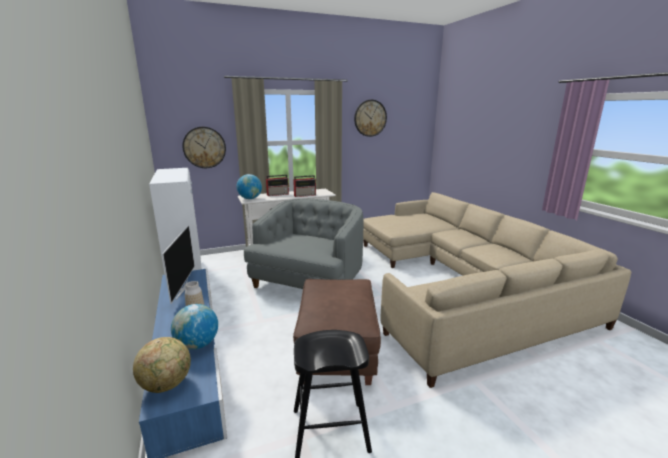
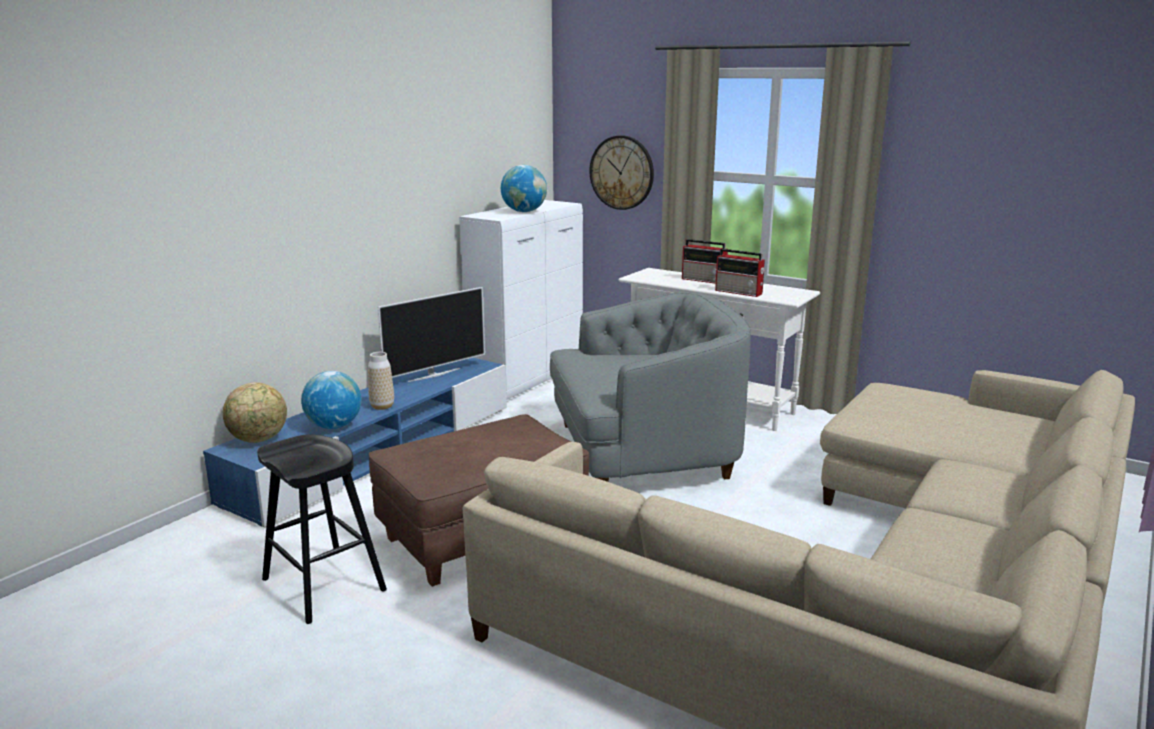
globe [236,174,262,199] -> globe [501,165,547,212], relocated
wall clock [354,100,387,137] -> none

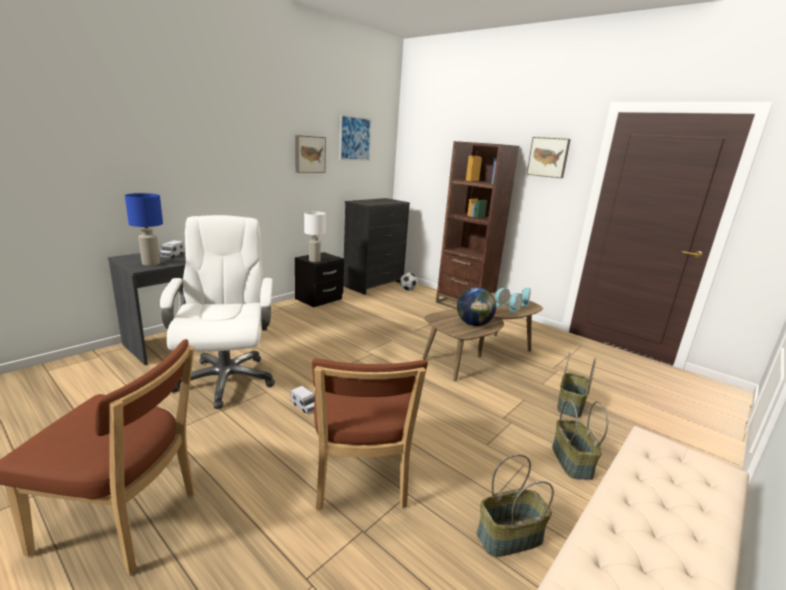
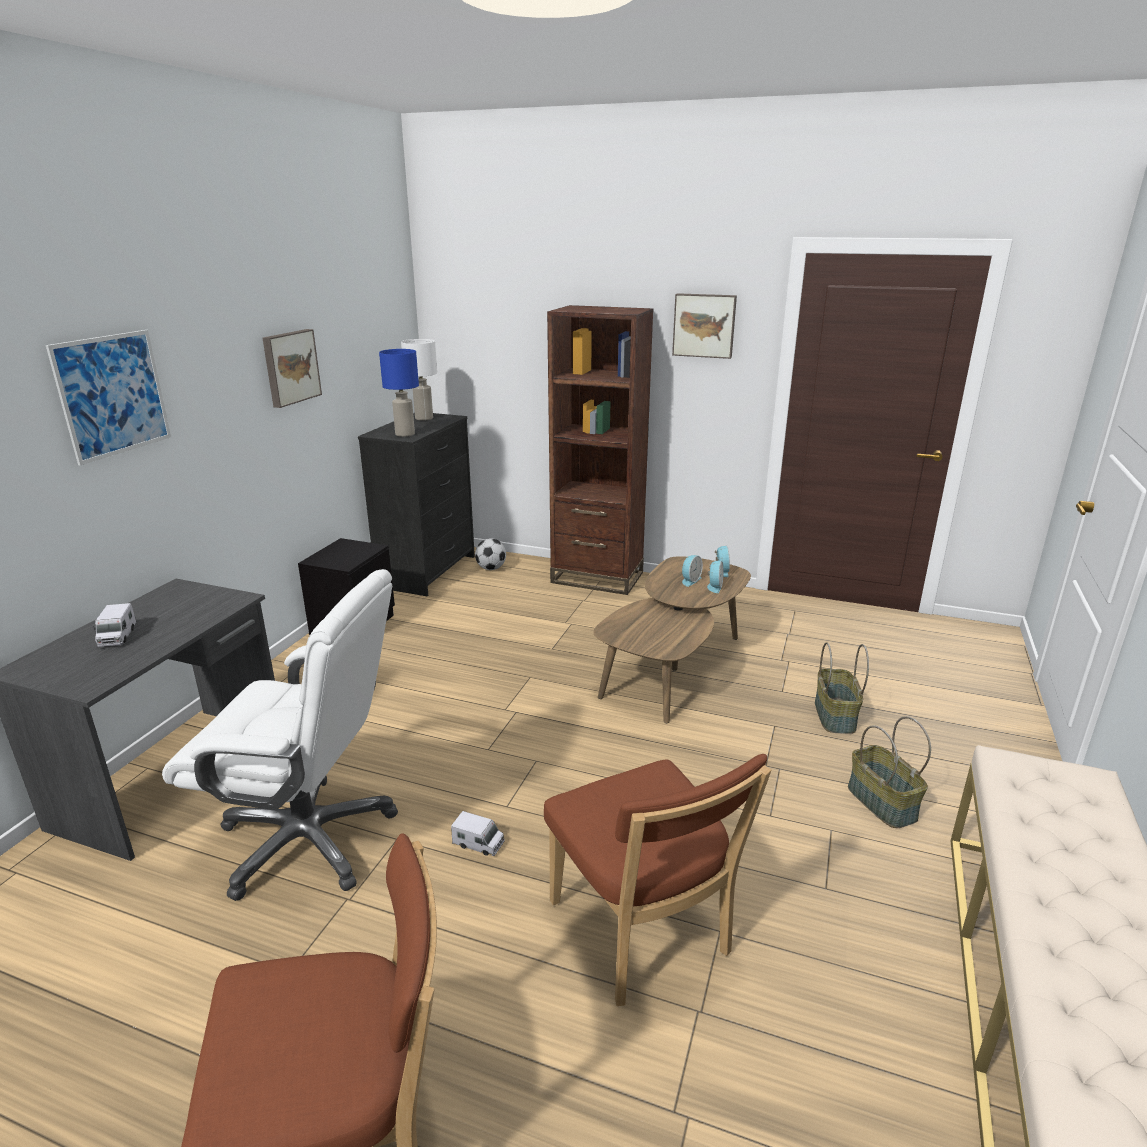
picture [340,115,372,161] -> picture [46,330,171,465], relocated
white office chair [160,215,275,409] -> white office chair [162,569,398,901], 135 degrees clockwise
blue table lamp [125,193,163,266] -> blue table lamp [379,349,419,437], relocated
white table lamp [304,211,326,262] -> white table lamp [401,339,437,421], relocated
globe [457,287,496,326] -> none
basket [477,454,554,557] -> none

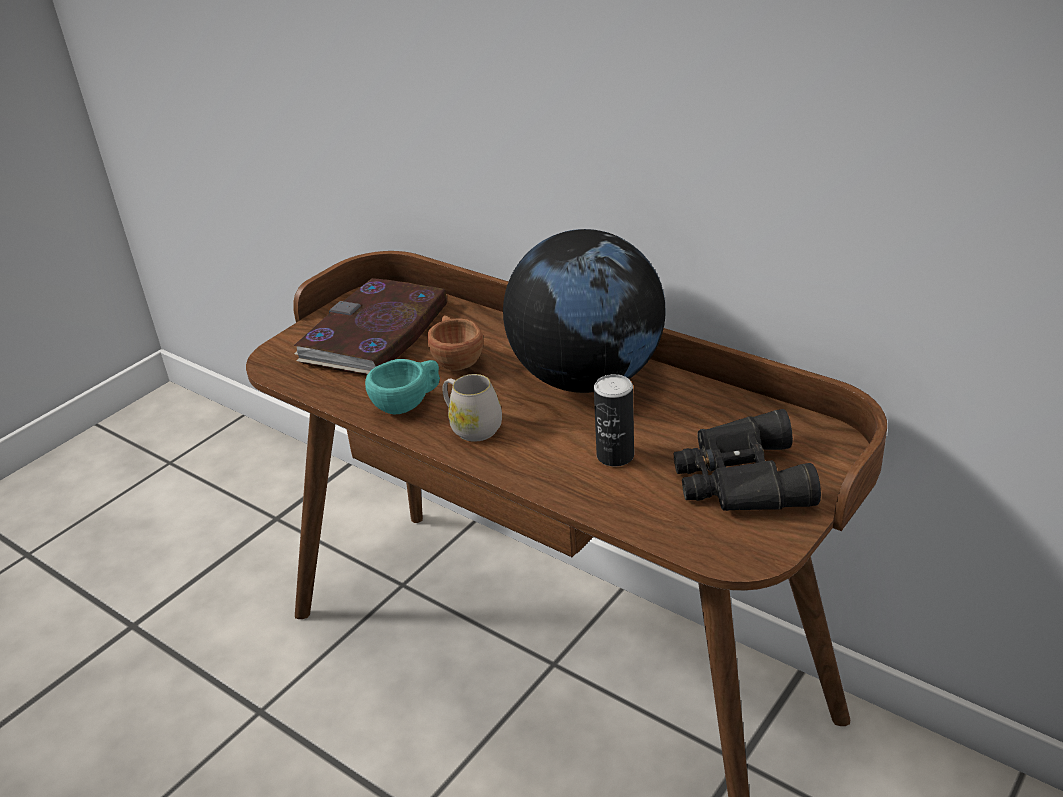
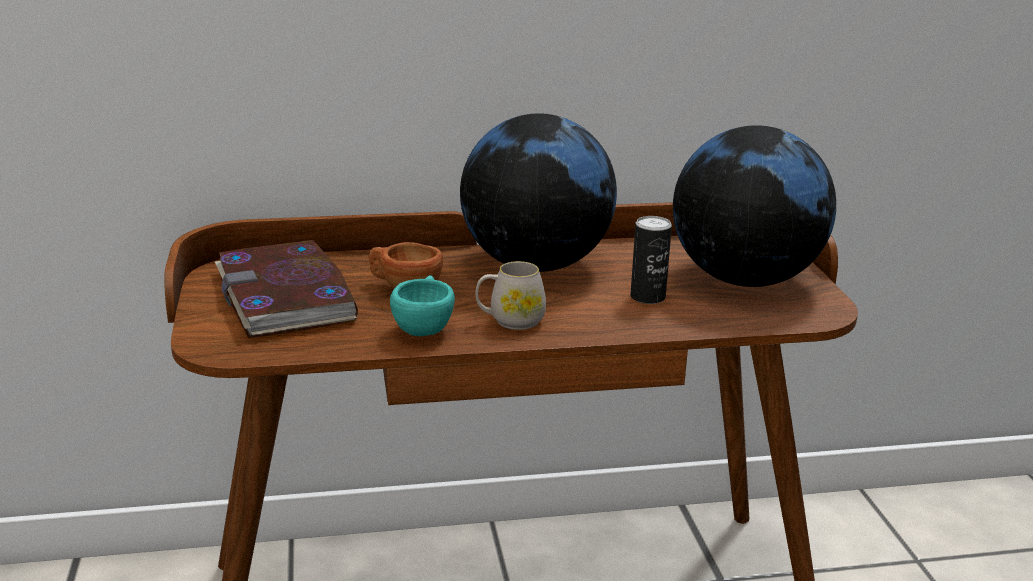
black binoculars [673,409,821,511] -> globe [673,125,836,287]

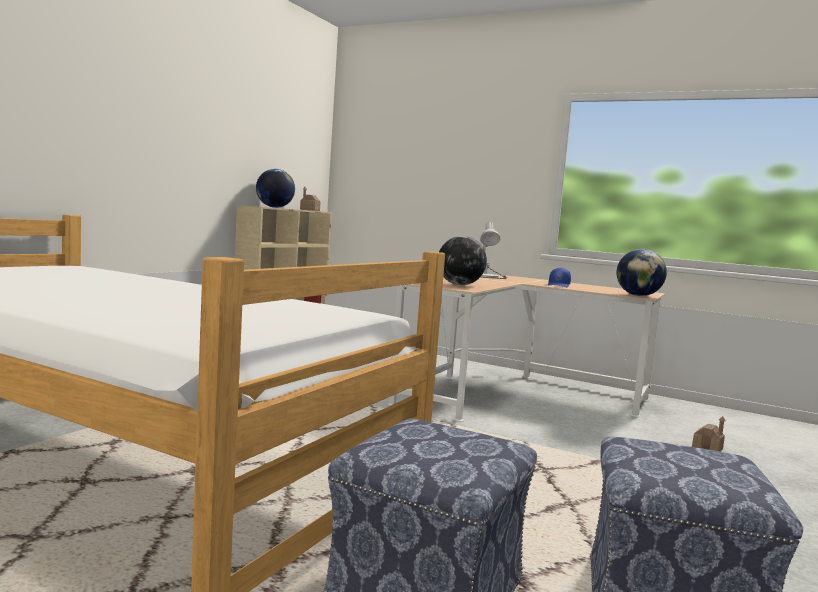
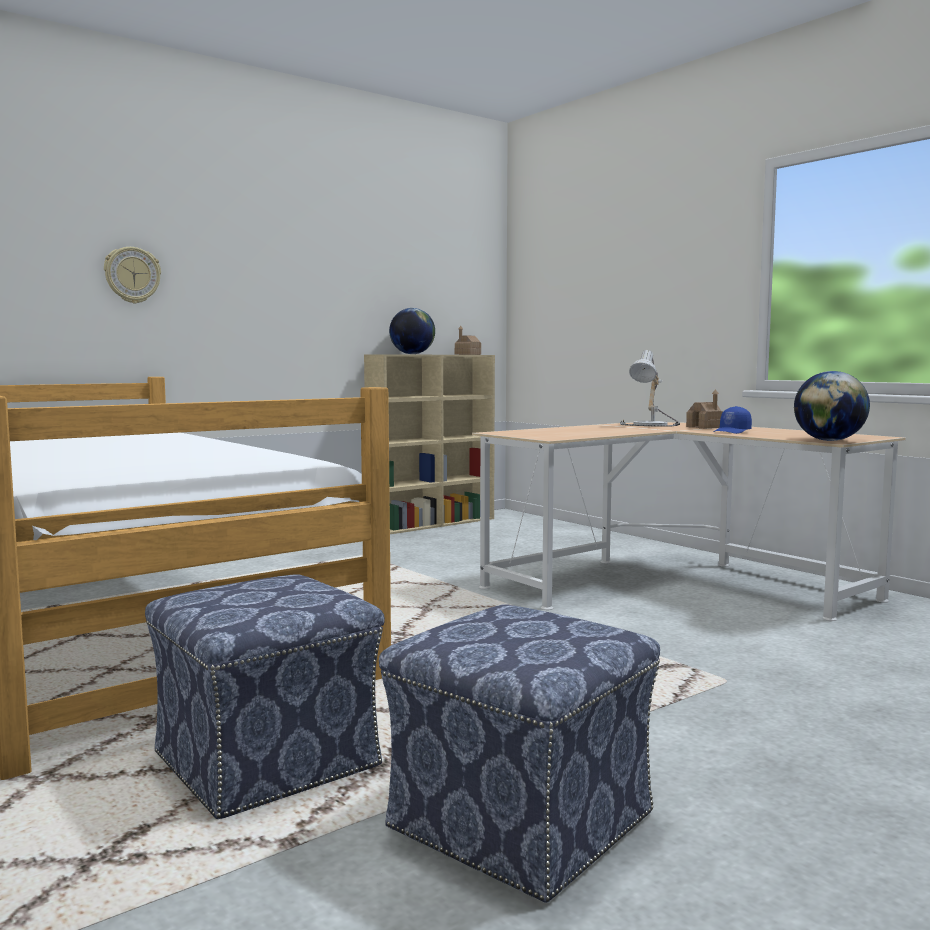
none -> wall clock [104,247,161,304]
toy house [692,416,726,452] -> toy house [686,389,723,429], relocated
globe [439,236,487,285] -> none

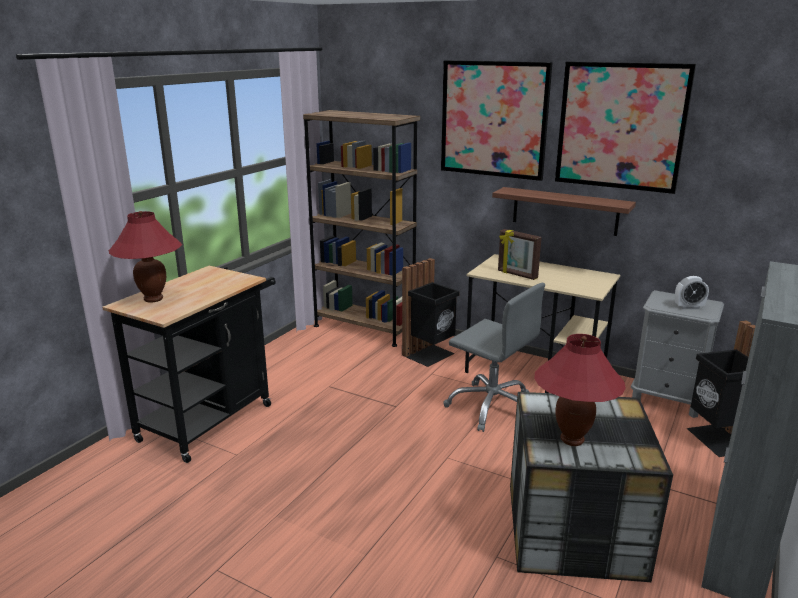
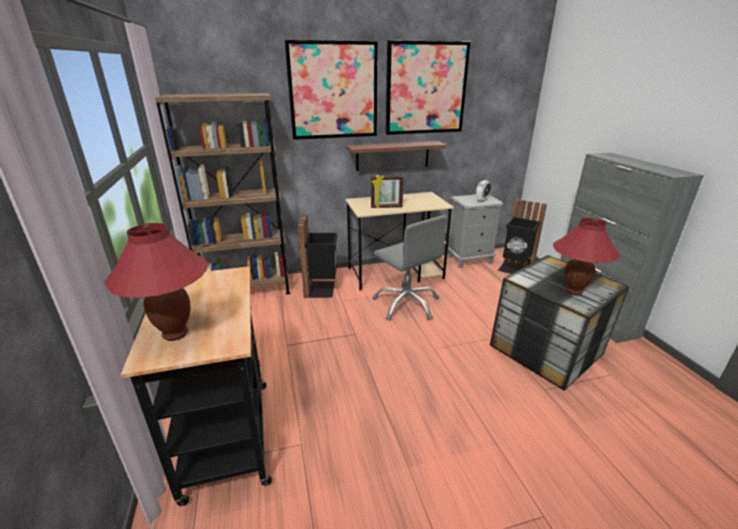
grey office chair [444,283,545,432] -> grey office chair [372,215,448,320], 60 degrees clockwise

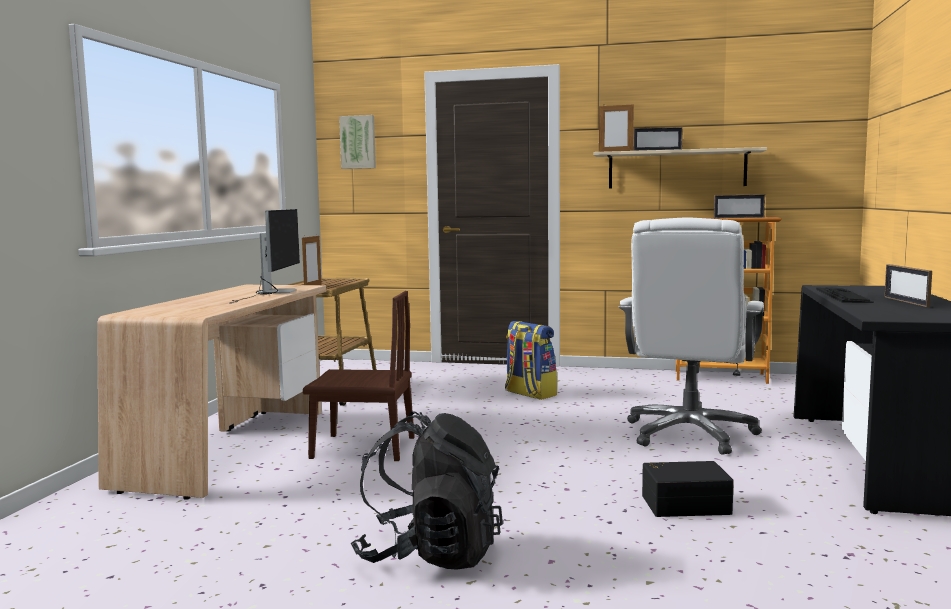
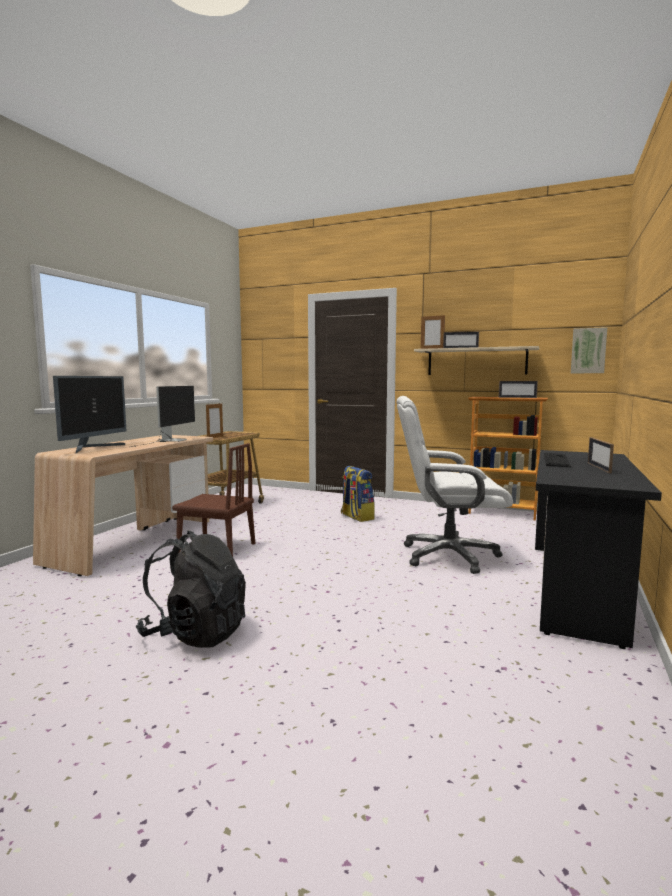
none -> monitor [53,376,127,453]
white office chair [619,217,764,455] -> white office chair [397,396,513,574], 60 degrees clockwise
picture [339,115,376,169] -> picture [571,327,607,373], relocated
black storage box [642,461,734,517] -> none

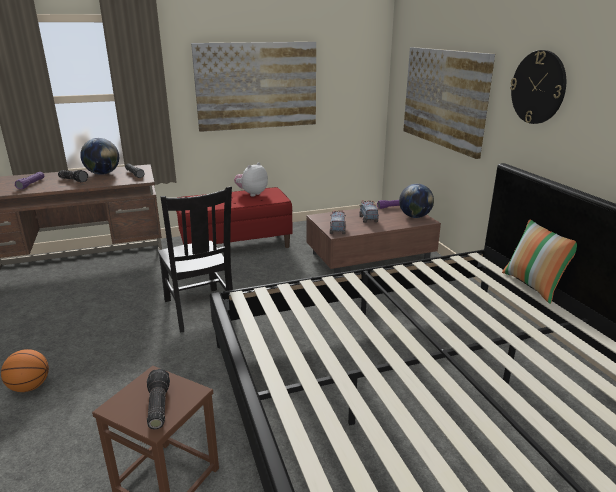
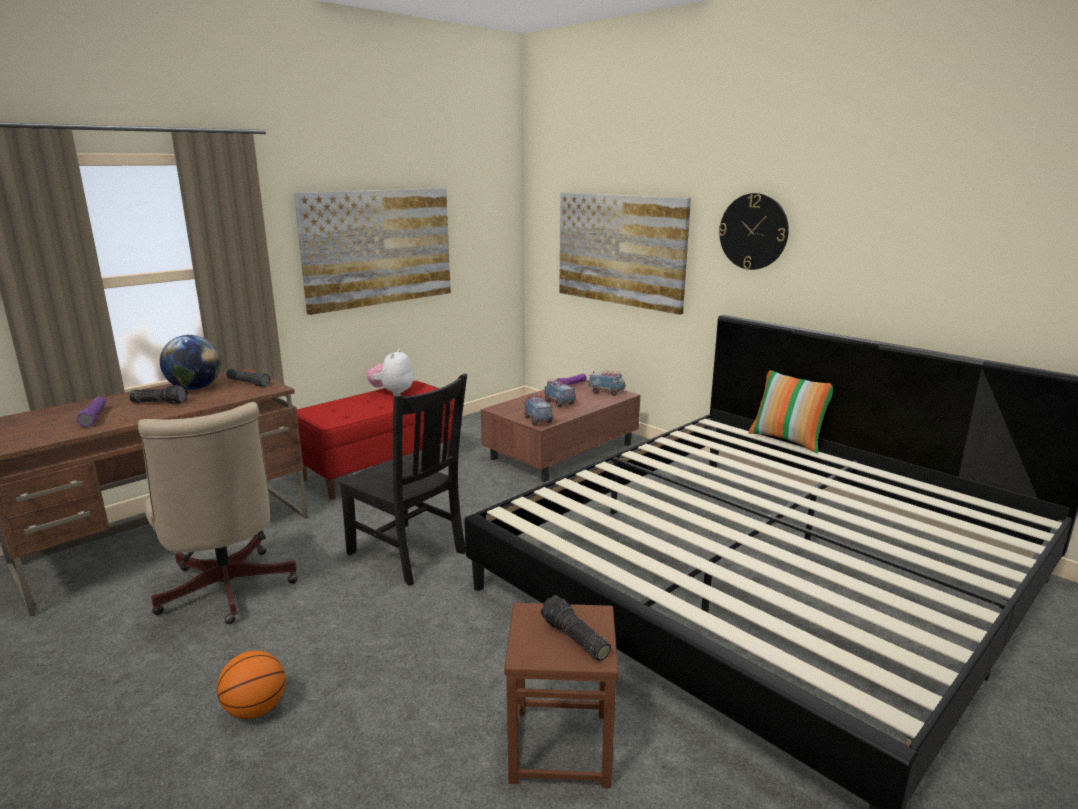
none -> beige office chair [138,402,298,624]
globe [399,184,434,218] -> toy truck [589,370,626,396]

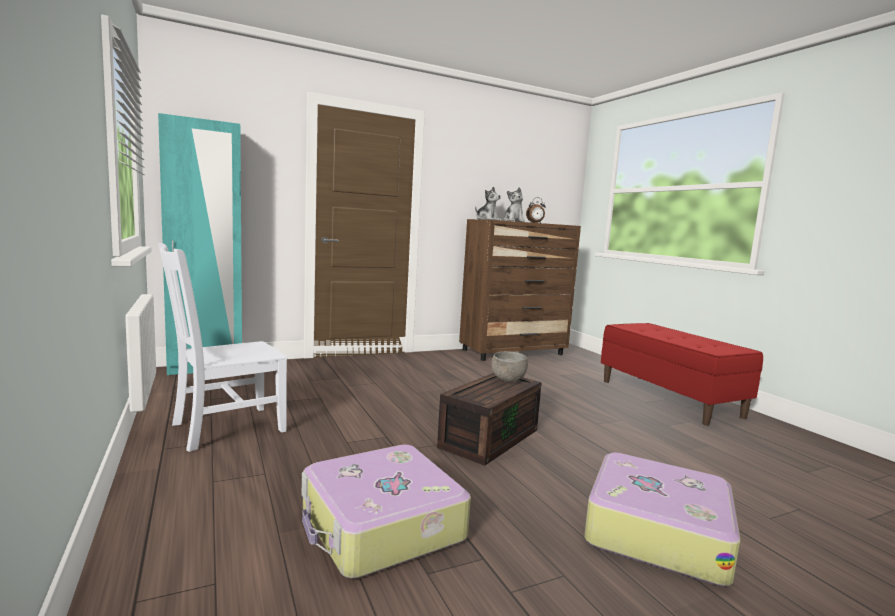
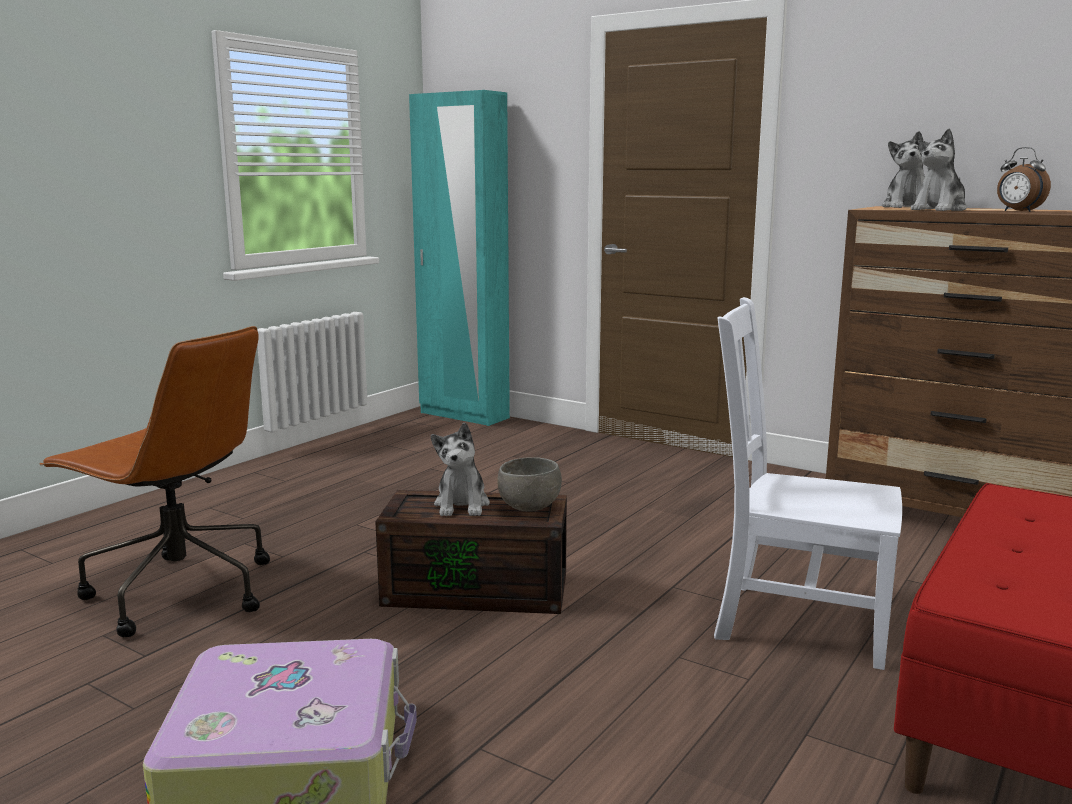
suitcase [302,445,471,578] -> brown office chair [40,326,270,637]
none -> plush toy [431,423,490,516]
white chair [158,243,287,452] -> white chair [714,297,902,670], relocated

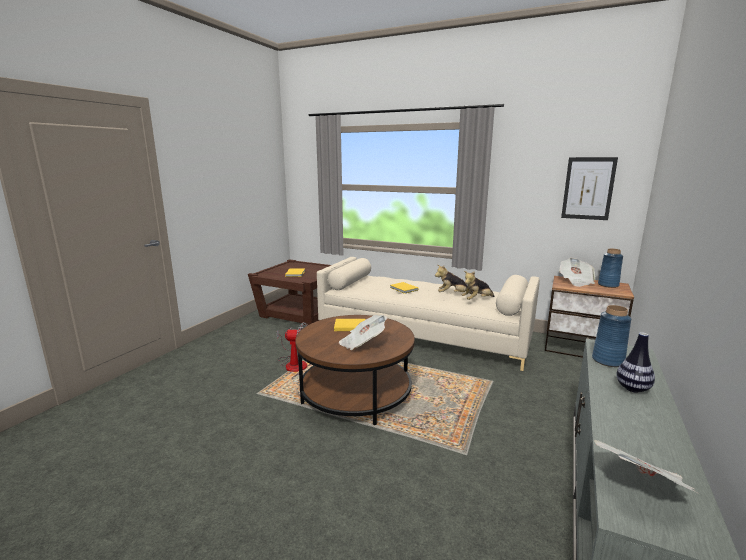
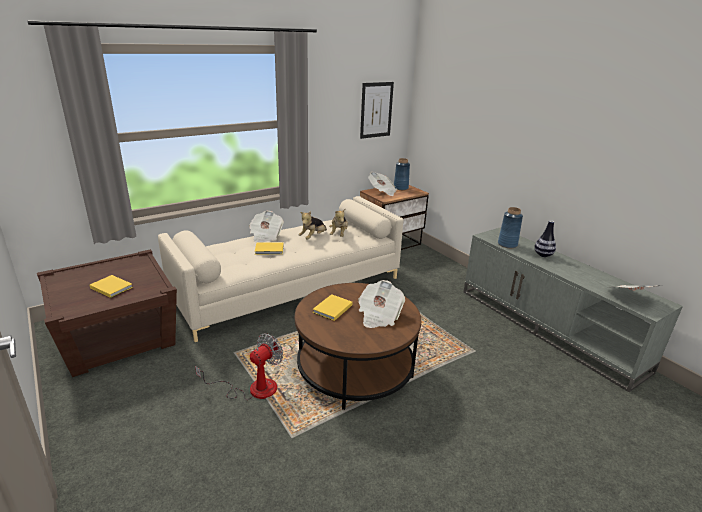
none -> newspaper [249,211,284,243]

